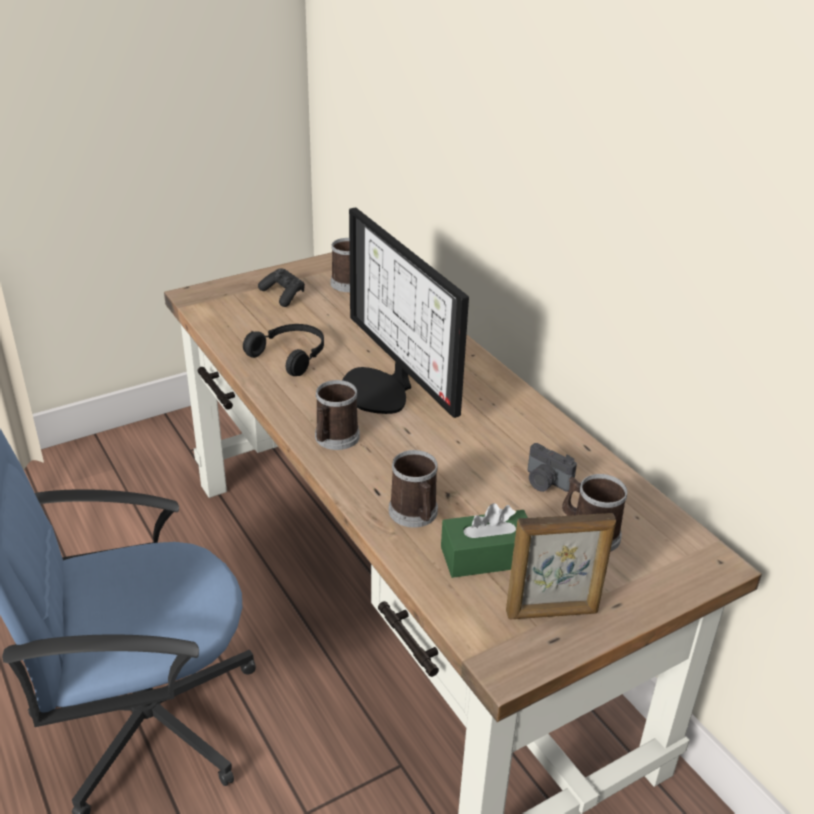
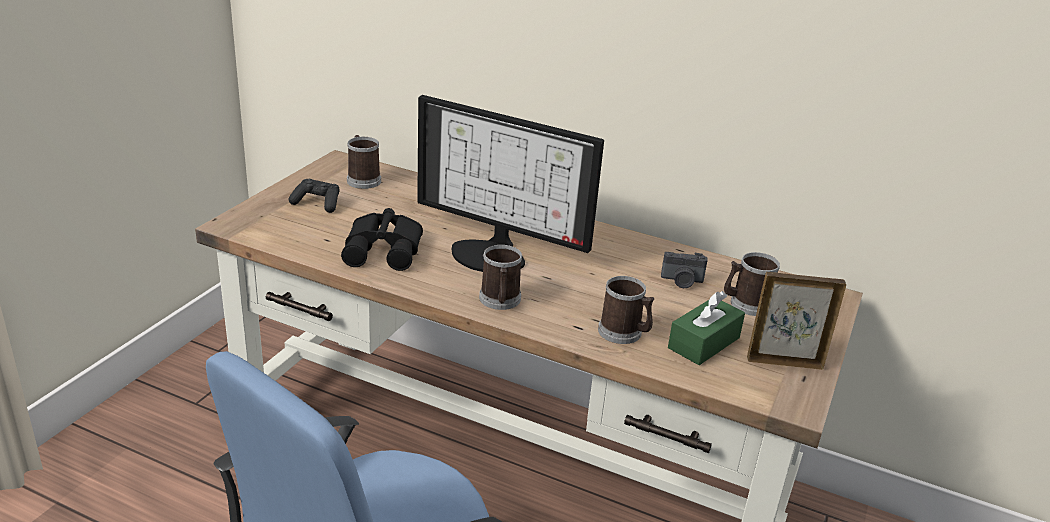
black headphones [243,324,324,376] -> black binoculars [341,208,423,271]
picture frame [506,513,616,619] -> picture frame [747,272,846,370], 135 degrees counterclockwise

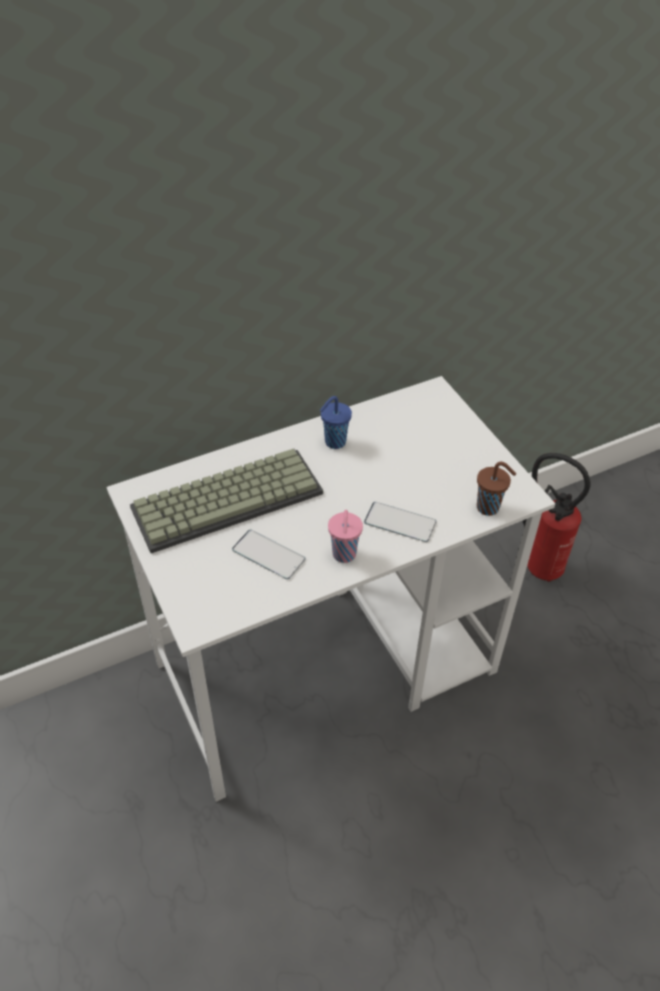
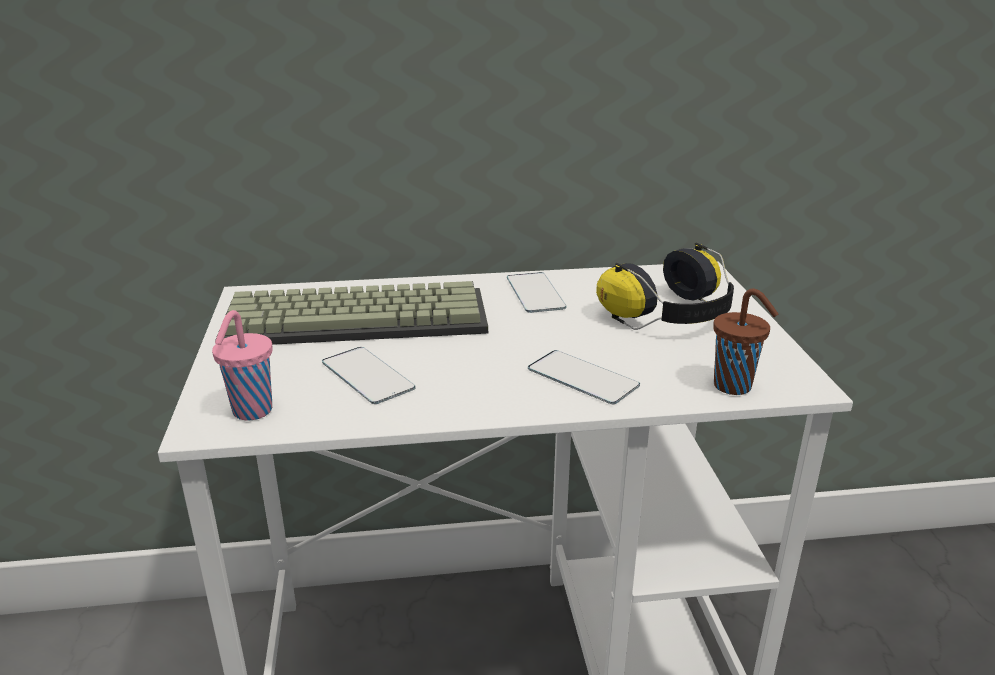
pink cup [328,510,363,563] -> pink cup [212,310,273,421], relocated
blue cup [320,396,352,449] -> phone [507,272,567,313]
none -> headphones [596,243,734,330]
fire extinguisher [523,453,590,582] -> none

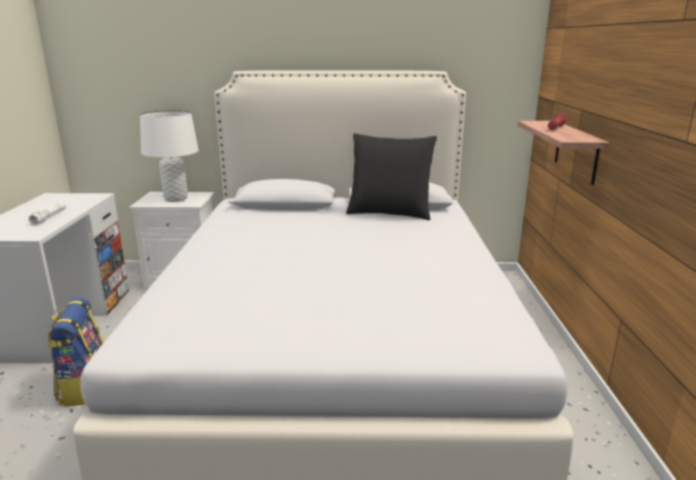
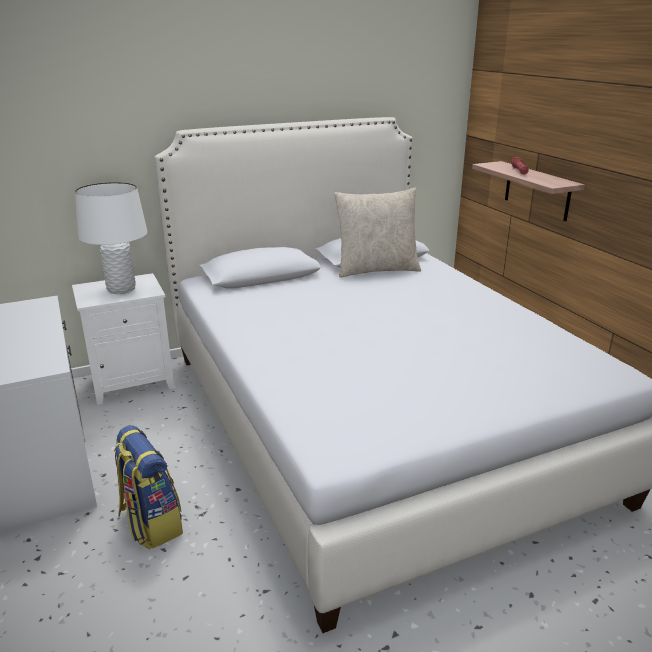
black pillow [346,133,437,220] -> beige pillow [334,188,421,278]
white flashlight [28,202,66,225] -> none

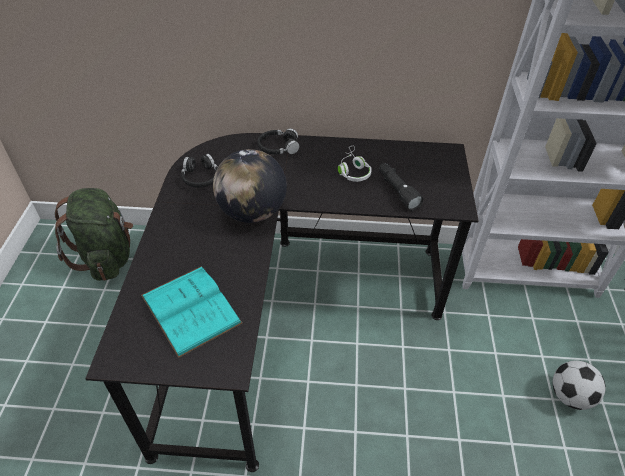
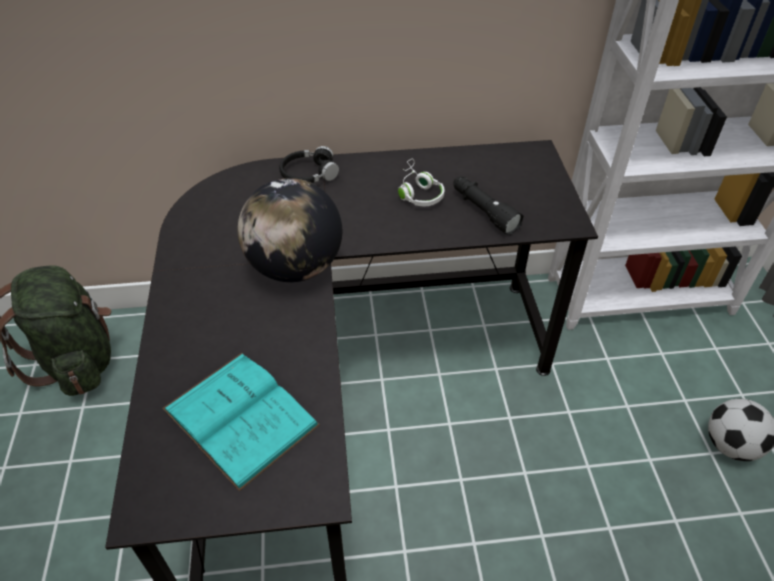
black headphones [181,154,218,188] -> none

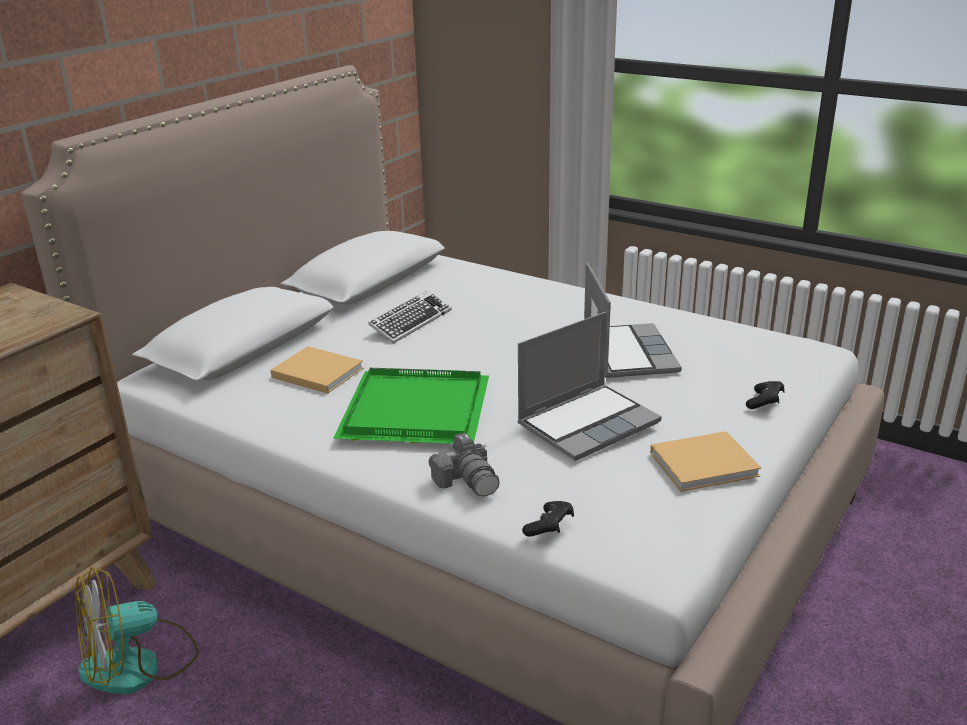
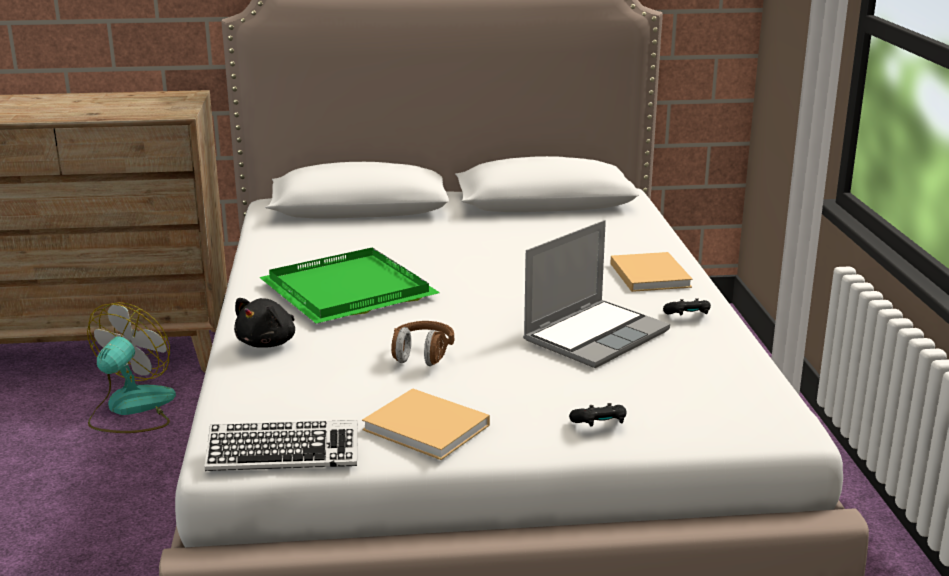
fan [76,567,198,694] -> fan [87,302,176,433], 90 degrees clockwise
keyboard [368,290,452,344] -> keyboard [205,420,358,471], relocated
photo camera [429,433,500,497] -> black plush toy [234,298,295,348]
laptop [517,312,662,461] -> brown headphones [391,321,454,366]
beige book [270,346,364,394] -> beige book [610,252,693,292], relocated
black game controller [522,501,574,537] -> black game controller [663,298,711,315], relocated

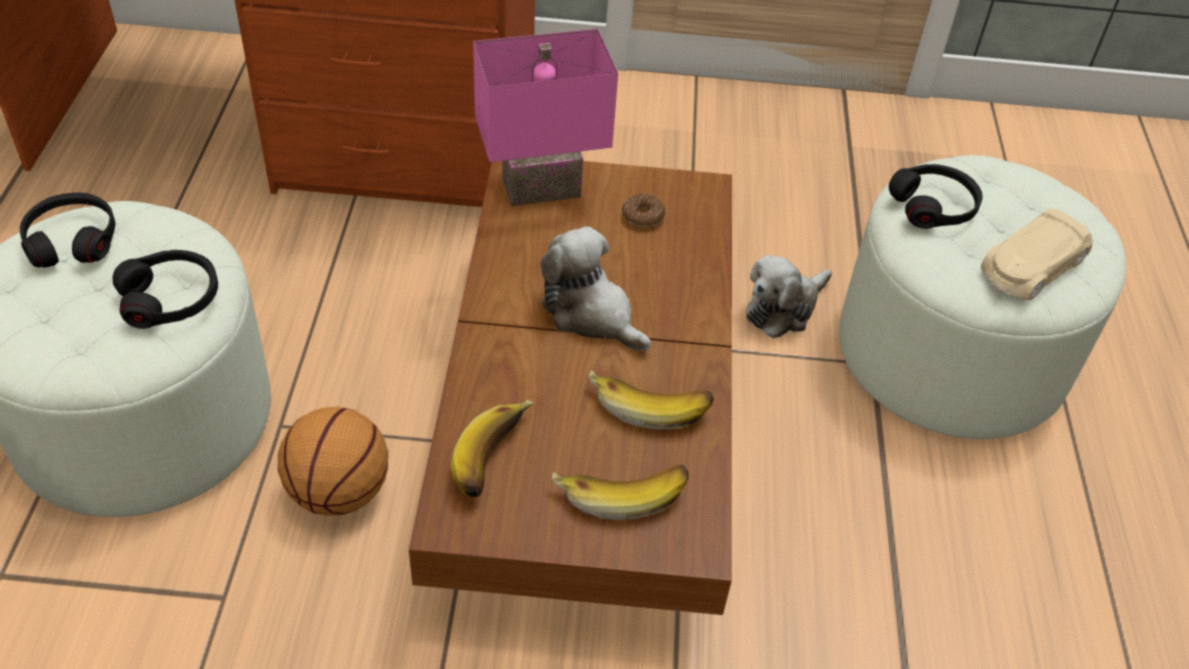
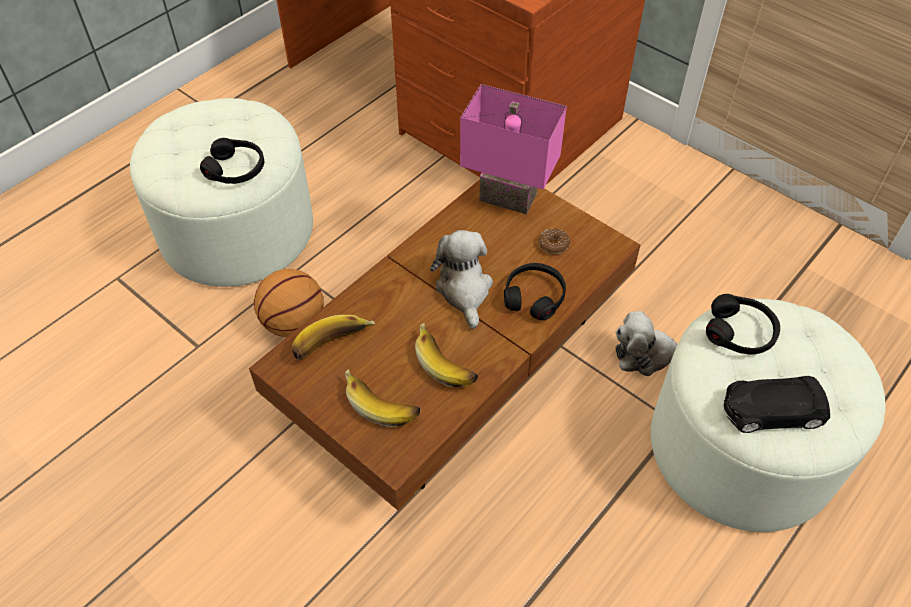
black headphones [20,193,115,268] -> black headphones [504,263,566,321], relocated
beige toy car [981,209,1093,301] -> black toy car [723,376,830,433]

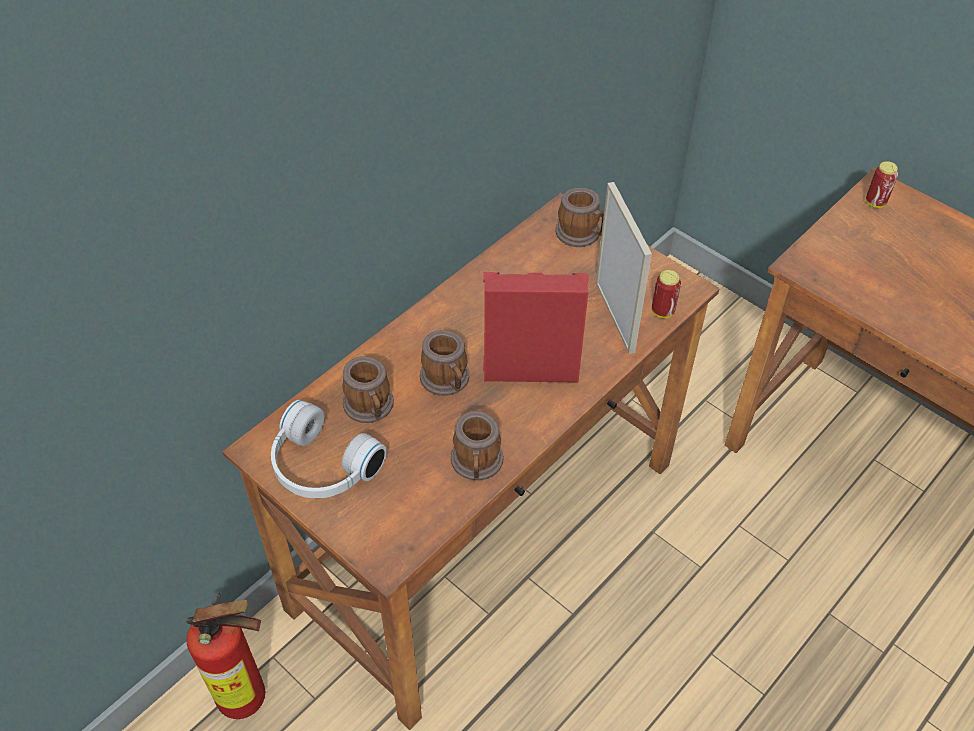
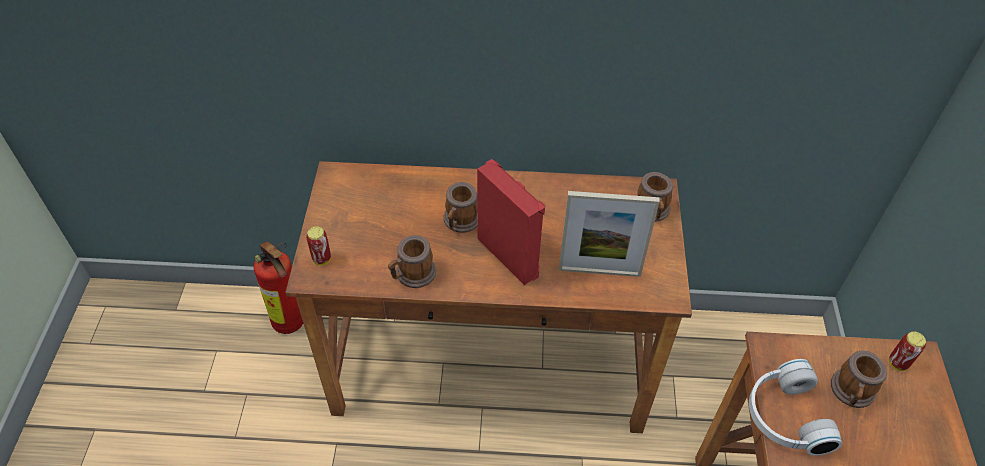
can [652,270,681,318] -> can [306,226,331,265], relocated
picture frame [596,182,652,354] -> picture frame [559,191,660,277], 60 degrees clockwise
white headphones [271,400,387,498] -> white headphones [749,359,842,456], relocated
mug [343,356,394,423] -> mug [831,351,887,408], relocated

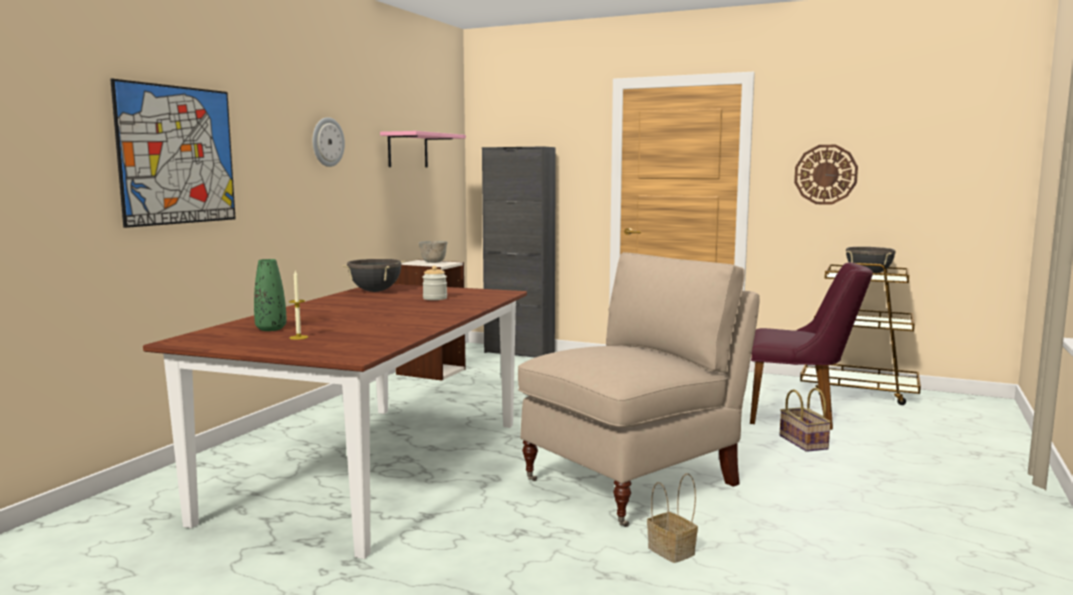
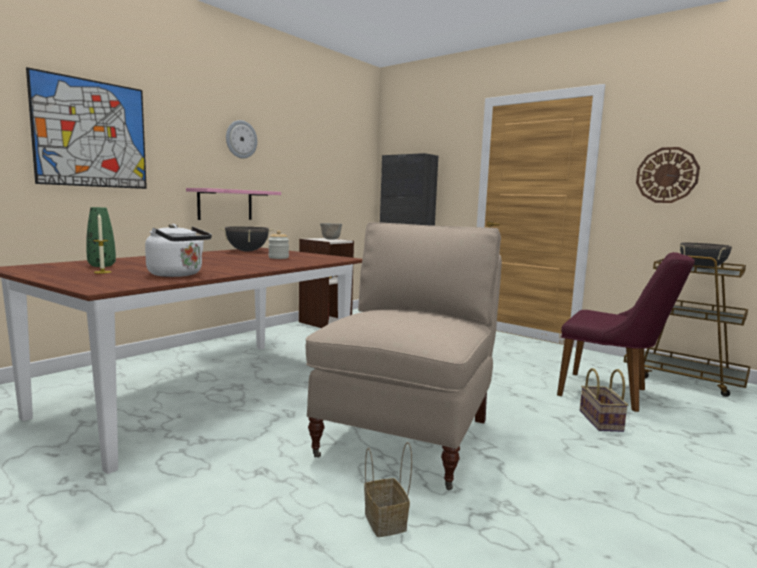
none -> white kettle [145,224,212,277]
pink shelf [380,131,466,168] -> pink shelf [186,188,281,220], relocated
beige chair [518,252,759,527] -> beige chair [306,222,502,490], 45 degrees counterclockwise

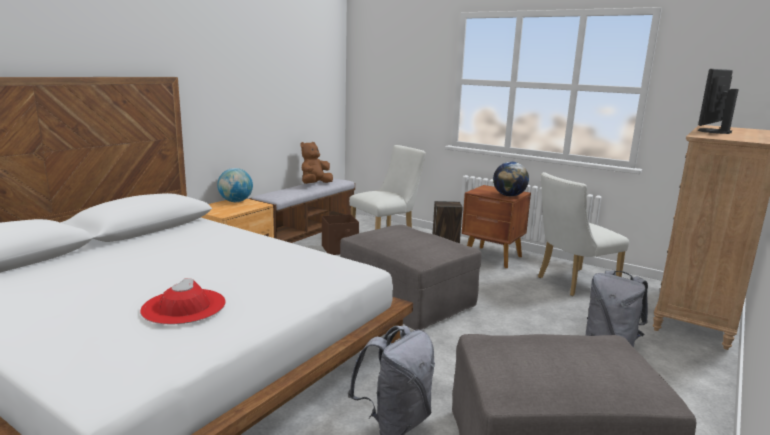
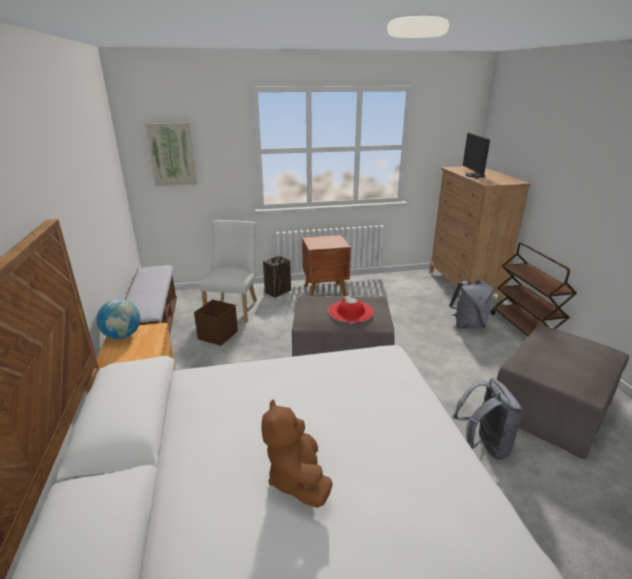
none -> picture [145,123,197,186]
brown plush toy [301,142,333,184] -> brown plush toy [261,399,333,508], relocated
red hat [140,278,226,324] -> red hat [328,296,374,323], relocated
none -> brown cart [491,243,577,337]
globe [493,162,529,197] -> none
white chair [538,172,629,296] -> none

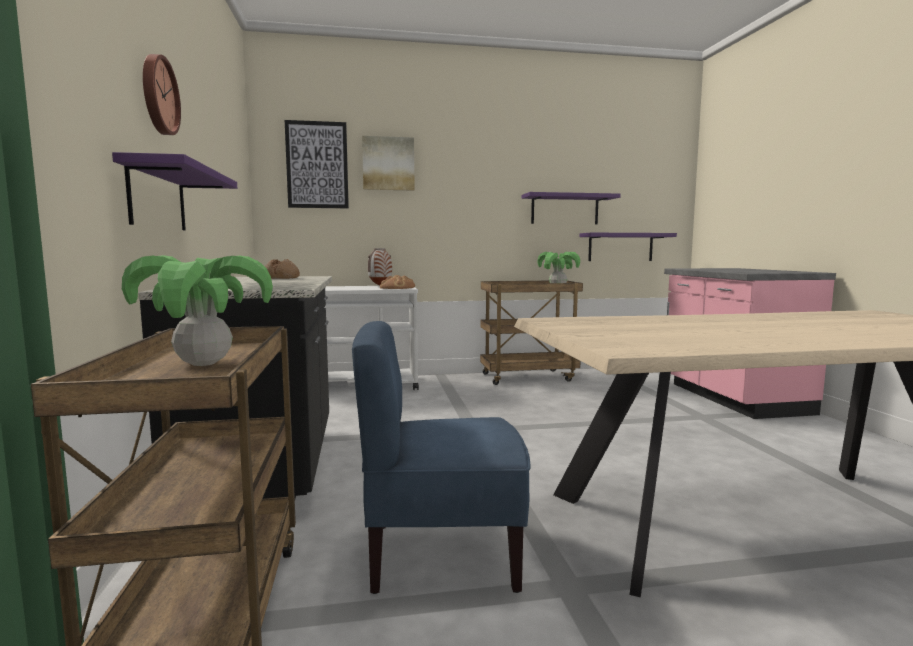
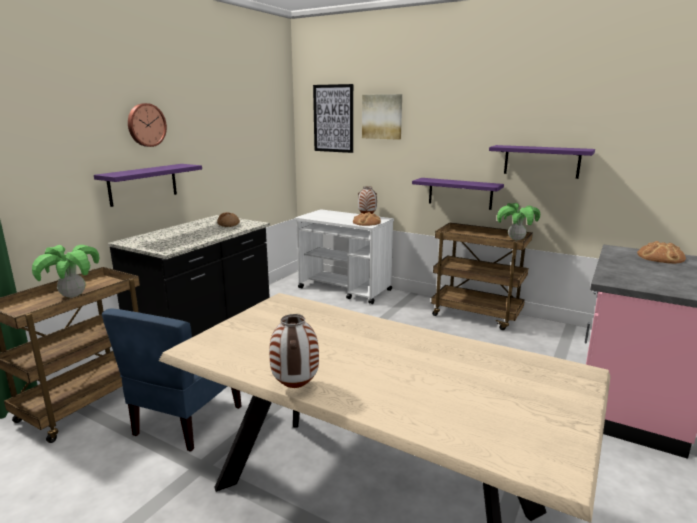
blue chair [352,321,531,594] -> blue chair [102,309,241,452], 105 degrees counterclockwise
none -> vase [269,314,319,388]
purple shelf [580,233,677,261] -> purple shelf [412,178,504,210], relocated
none -> bread [637,241,686,264]

